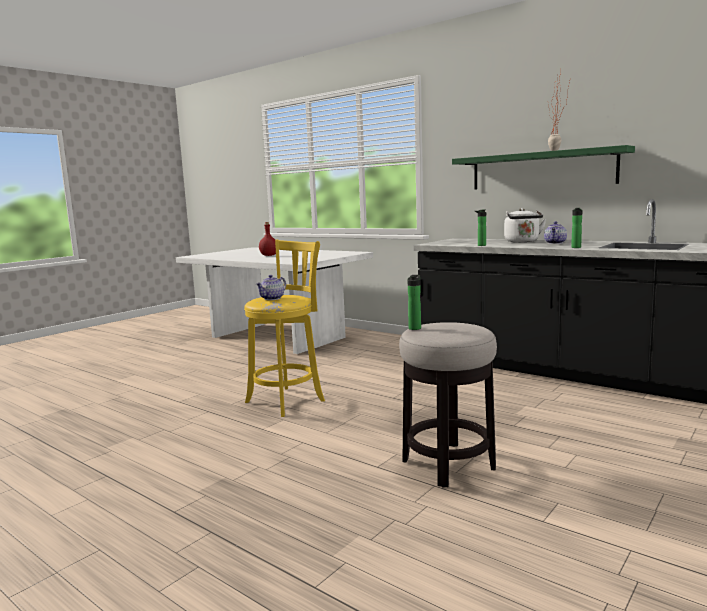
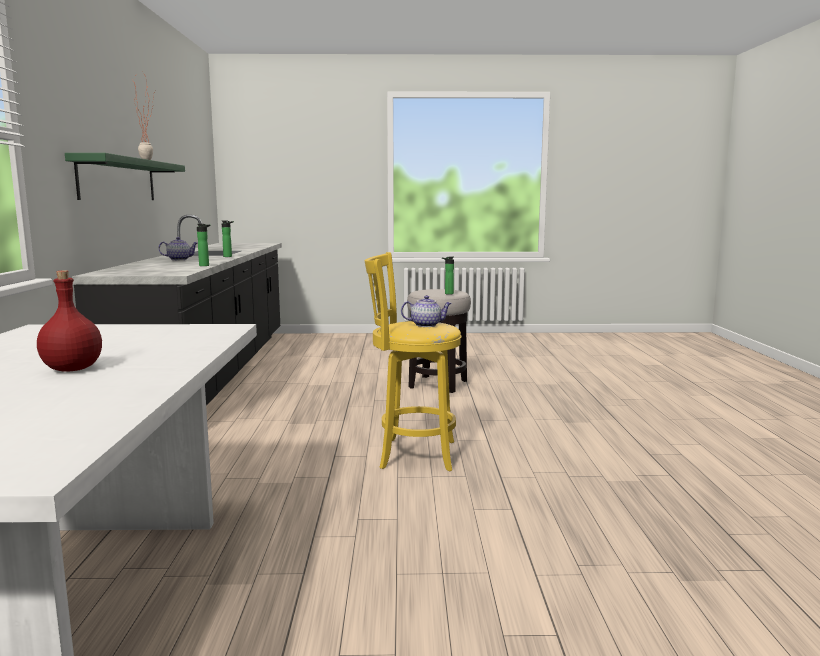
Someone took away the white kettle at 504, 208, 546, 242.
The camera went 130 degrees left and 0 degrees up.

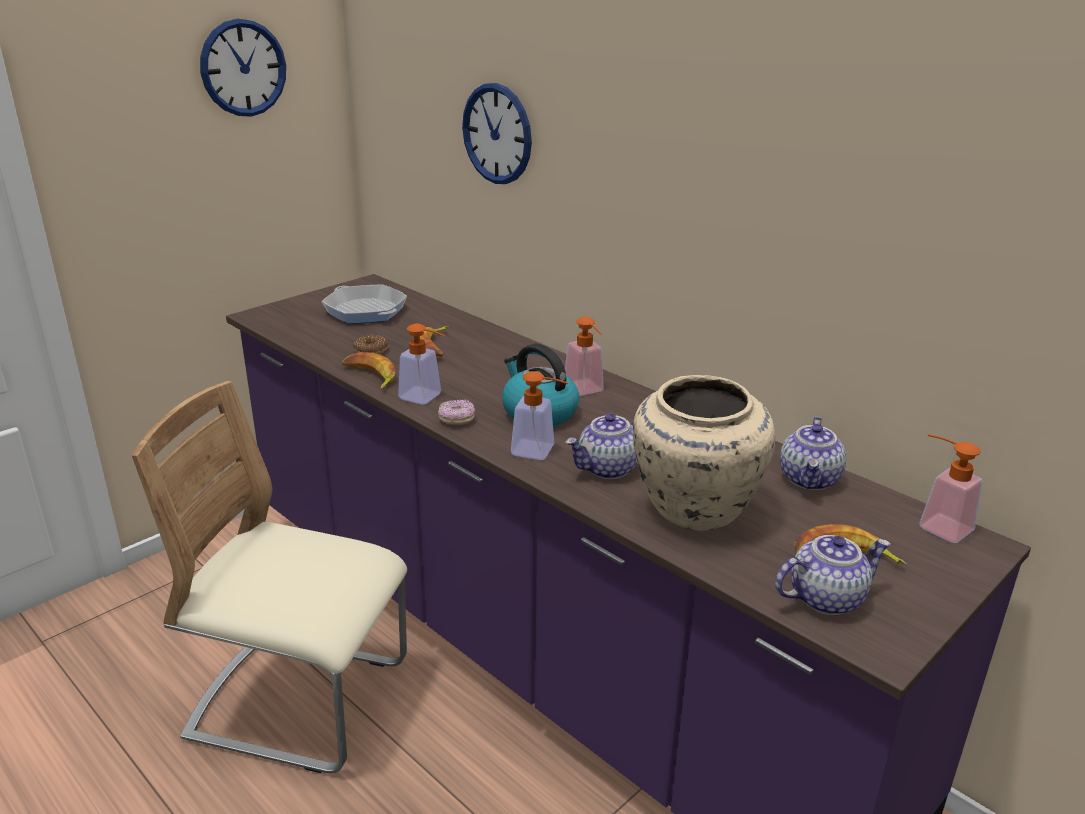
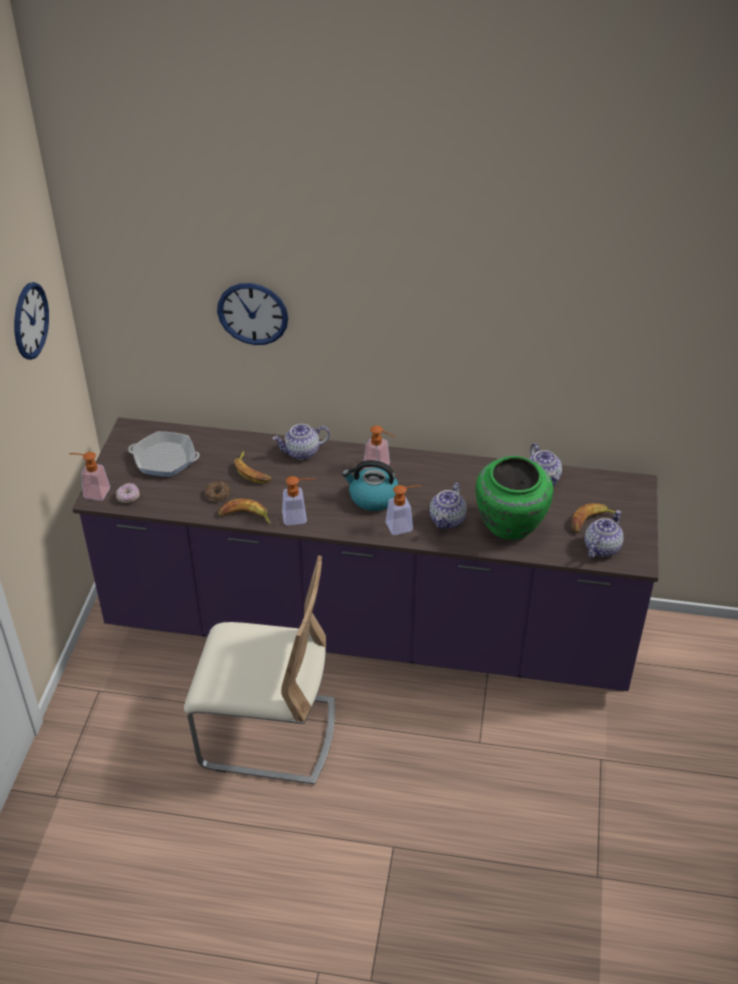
Someone carried the soap dispenser from 919, 434, 982, 543 to 69, 452, 110, 501.
Someone carried the donut from 438, 400, 476, 425 to 116, 483, 140, 503.
Someone rotated the beige chair at 132, 381, 407, 773 by 150 degrees counterclockwise.
Someone put down the teapot at 272, 424, 330, 460.
Someone repainted the beige vase at 633, 375, 775, 531, which became the green vase at 475, 456, 553, 540.
The camera went 35 degrees left and 15 degrees up.

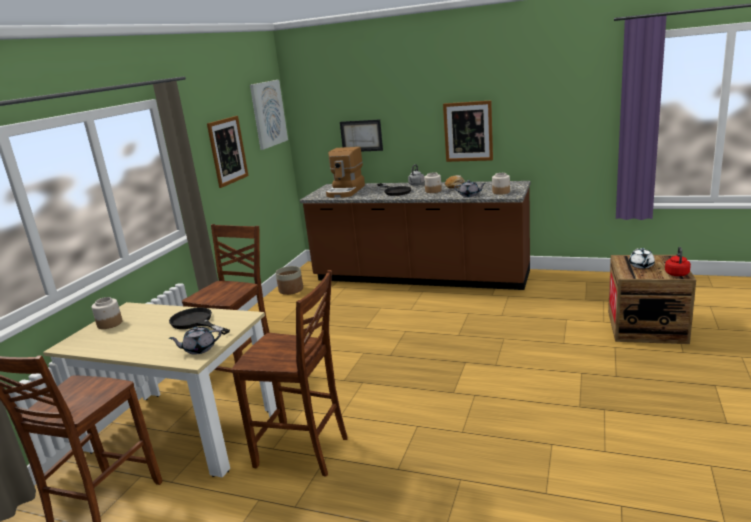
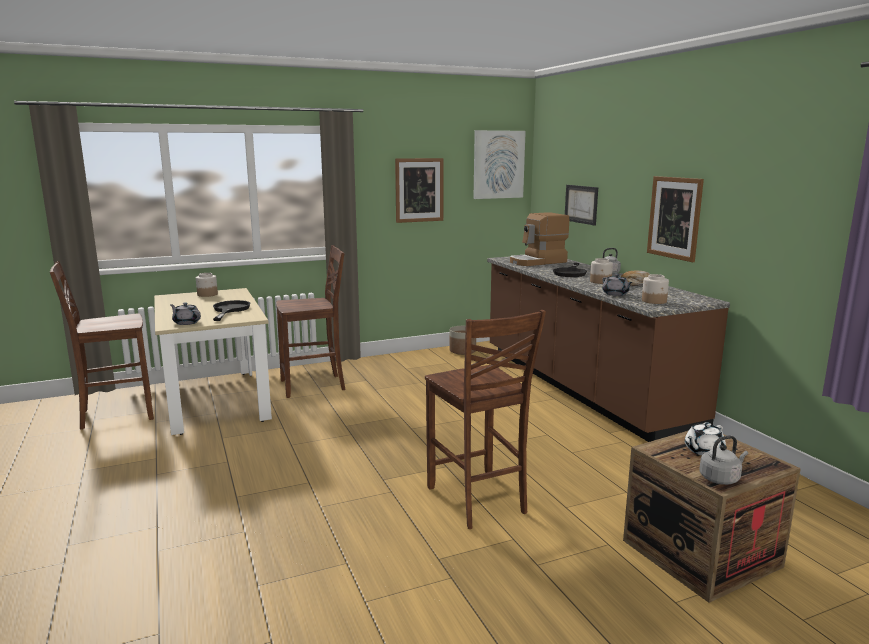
Someone carried the brown chair from 232, 270, 348, 477 to 425, 310, 546, 529.
Someone repainted the red kettle at 665, 247, 691, 276, which became the grey kettle at 700, 435, 748, 485.
The camera went 45 degrees right and 5 degrees down.

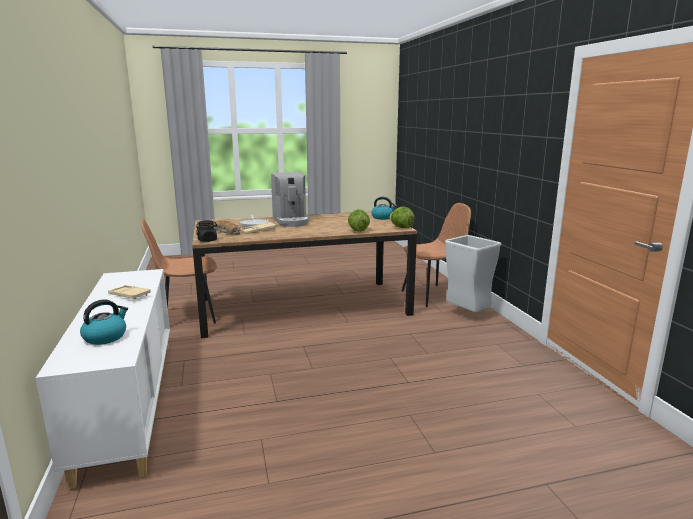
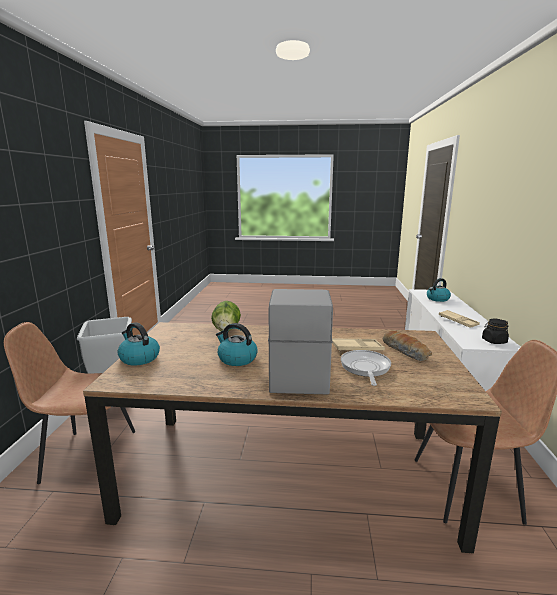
Someone put down the kettle at 216, 323, 258, 366.
Someone carried the black jar from 196, 220, 218, 242 to 482, 319, 509, 344.
Someone took away the lettuce at 389, 207, 414, 228.
The camera went 160 degrees left and 0 degrees up.

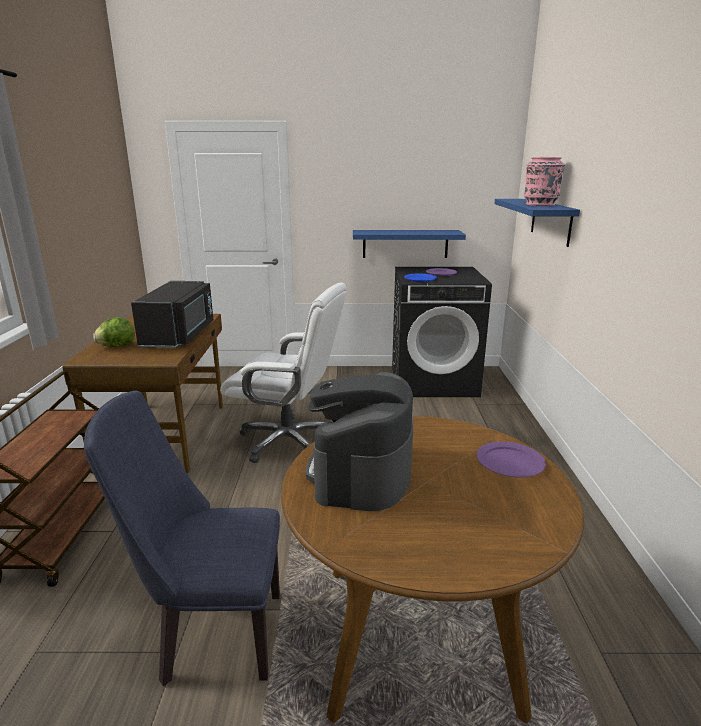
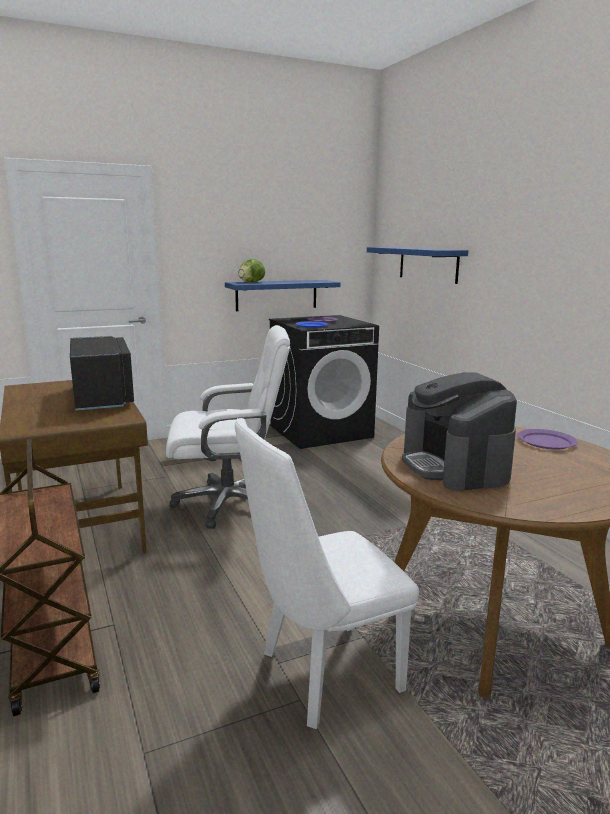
Someone repainted the blue chair at 84, 390, 280, 686, which became the white chair at 235, 418, 419, 729.
Someone carried the lettuce from 93, 317, 135, 347 to 238, 259, 265, 283.
Someone took away the pink vase at 524, 157, 565, 206.
The camera went 25 degrees left and 5 degrees down.

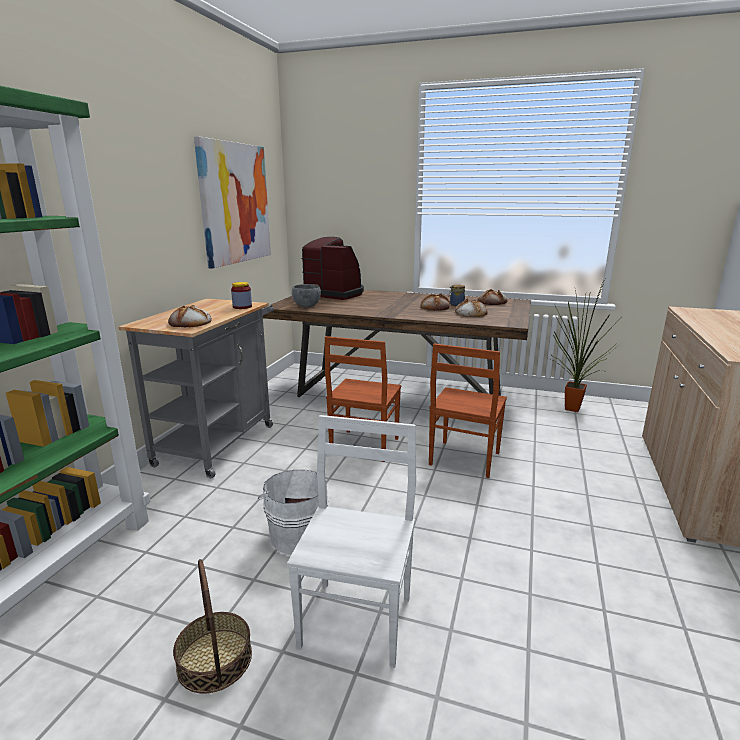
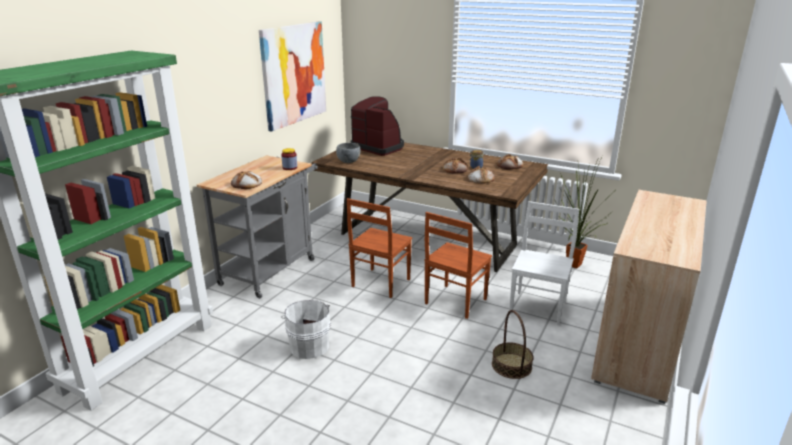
Someone carried the basket from 173, 559, 252, 694 to 492, 310, 534, 379.
Someone carried the white chair from 287, 415, 416, 668 to 509, 201, 579, 325.
The camera went 10 degrees right and 5 degrees up.

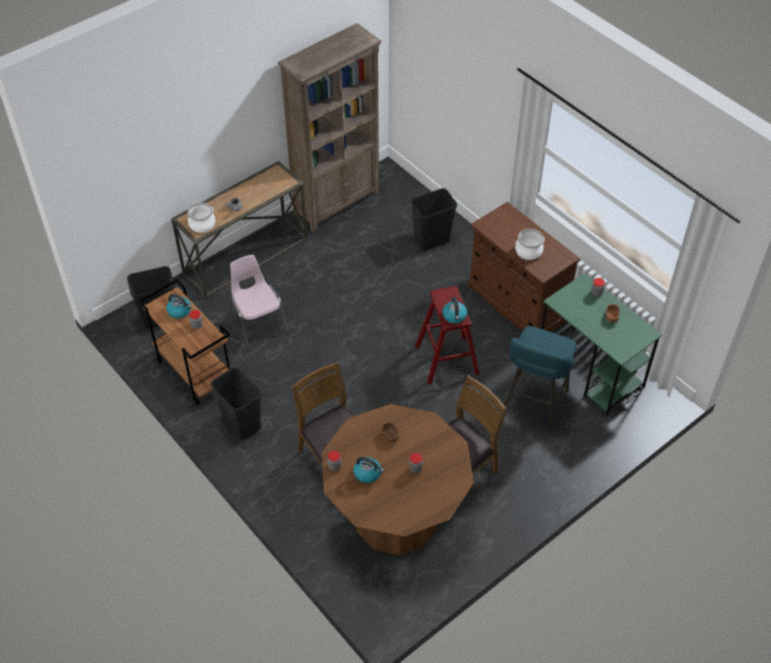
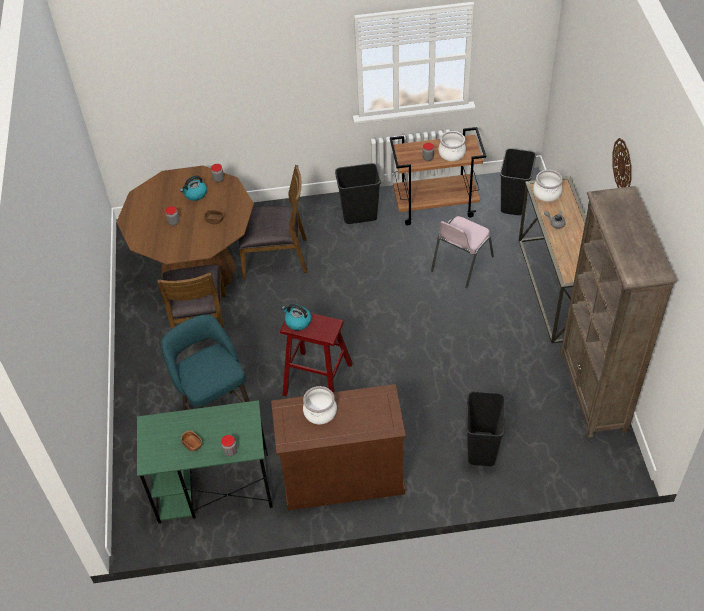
Someone rotated the pink chair at 230, 255, 289, 350 by 120 degrees clockwise.
Someone swapped the kettle at 166, 294, 192, 319 for the cooking pot at 439, 131, 466, 161.
Someone put up the wall clock at 612, 138, 632, 188.
The camera went 125 degrees right and 0 degrees up.

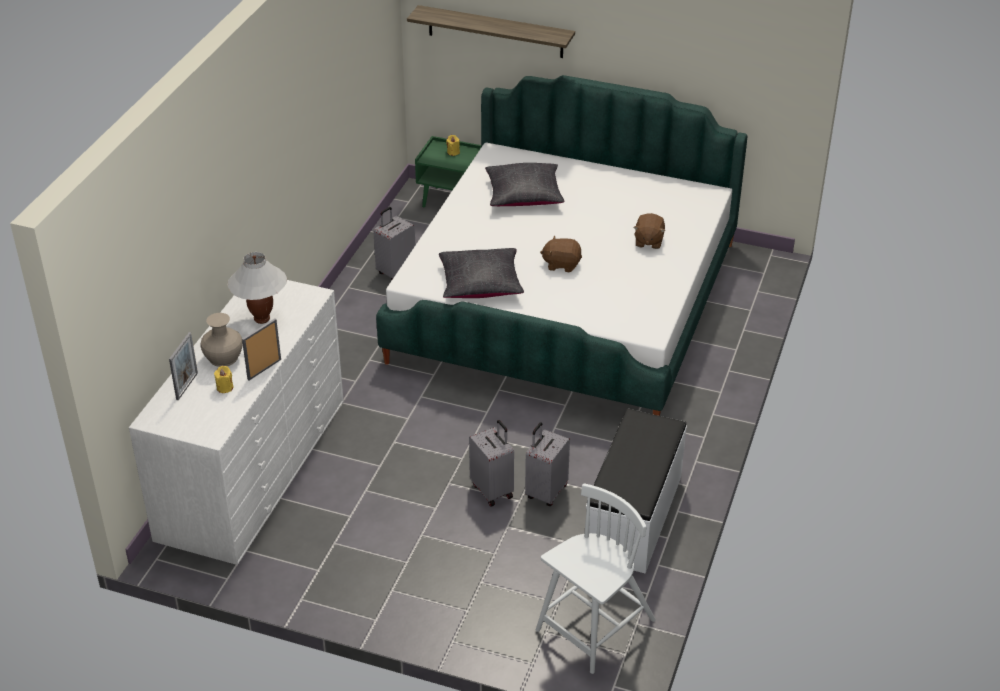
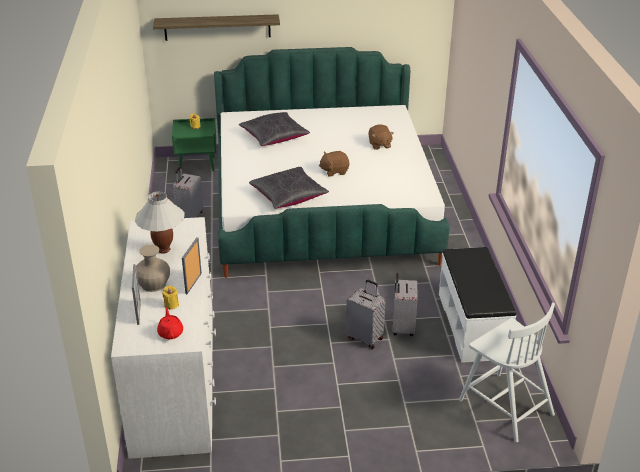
Someone put down the red teapot at 157, 308, 183, 339.
Someone rotated the white chair at 536, 483, 656, 674 by 120 degrees clockwise.
The camera went 25 degrees left and 5 degrees down.

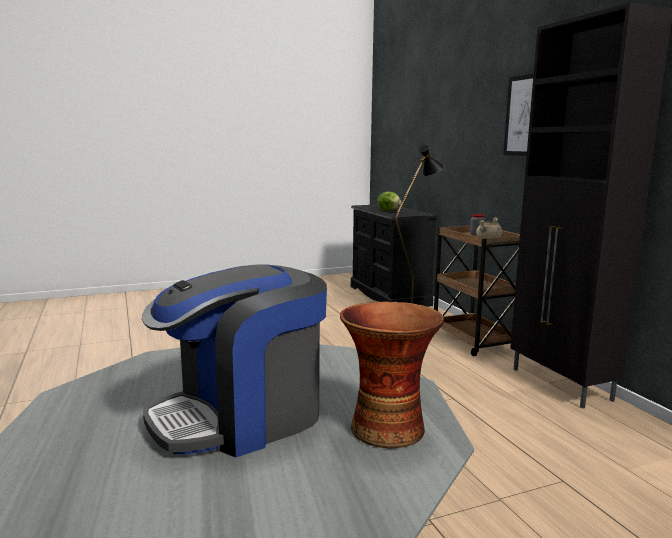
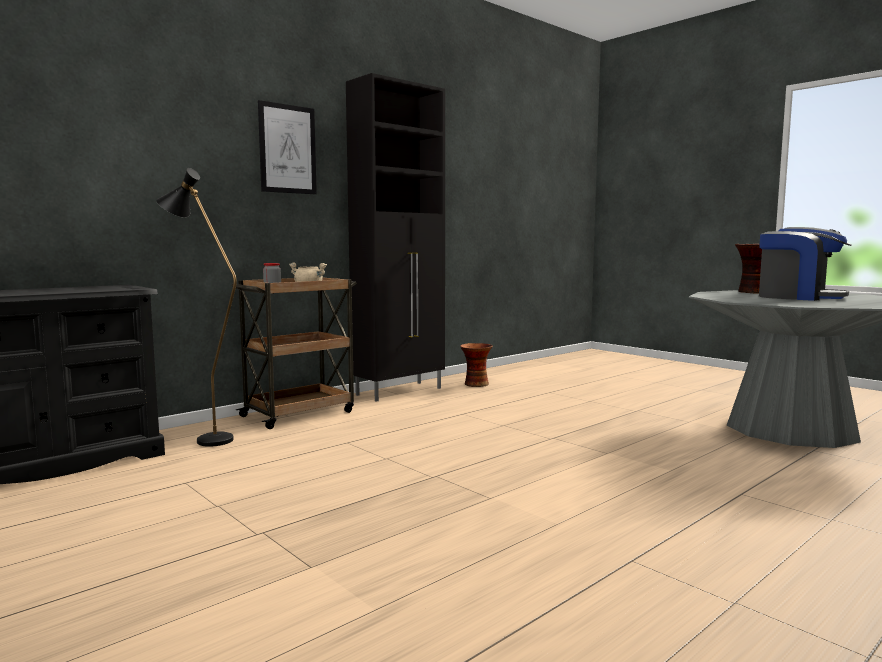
Someone put down the vase at 460, 343, 493, 387.
Someone took away the lettuce at 377, 191, 402, 211.
The camera went 110 degrees left and 5 degrees down.

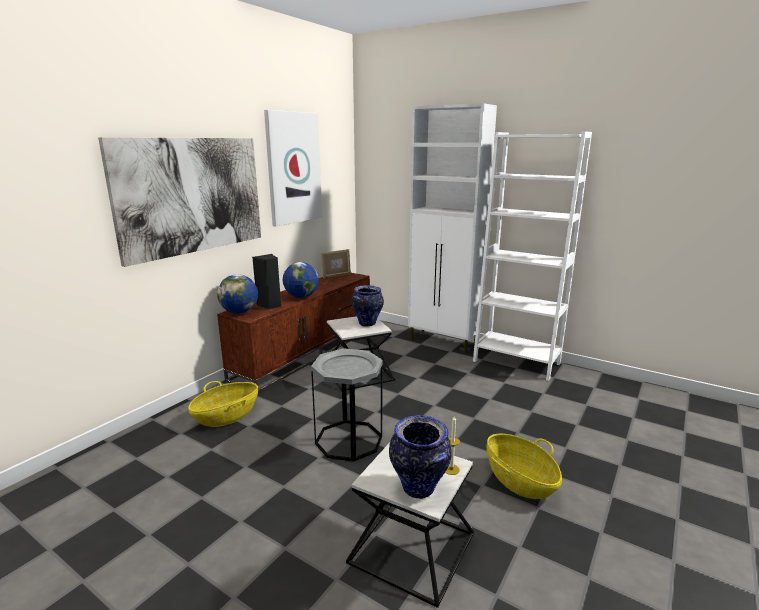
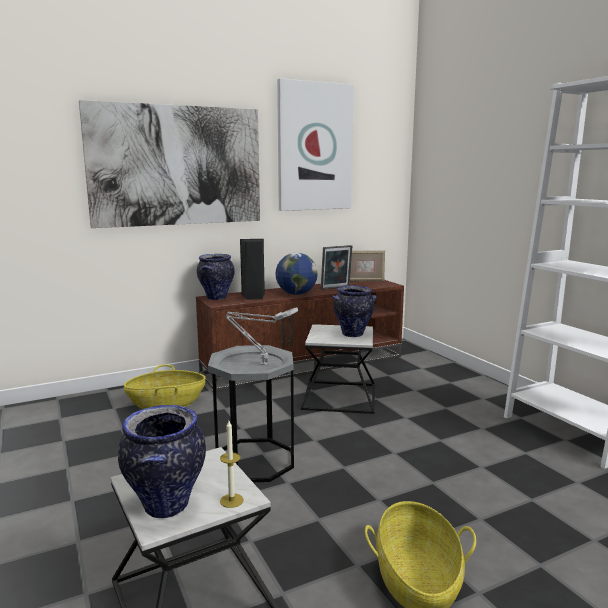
Someone swapped the globe at 217, 274, 258, 314 for the vase at 197, 254, 234, 300.
Someone put down the grey table lamp at 226, 307, 298, 366.
Someone put down the picture frame at 321, 245, 352, 290.
Someone took away the white cabinet at 408, 103, 497, 353.
The camera went 30 degrees right and 5 degrees down.

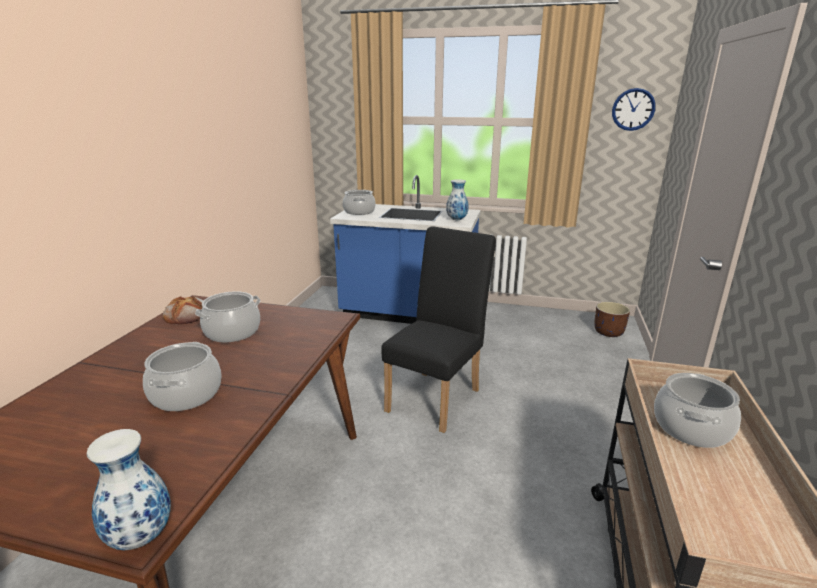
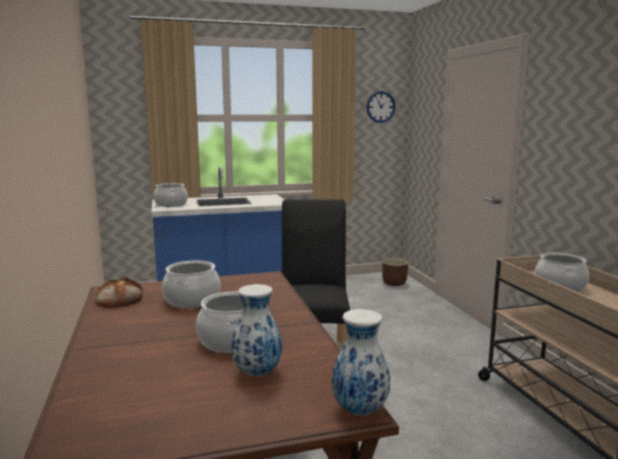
Someone carried the vase from 446, 179, 469, 220 to 231, 284, 282, 377.
The camera went 30 degrees left and 10 degrees down.

